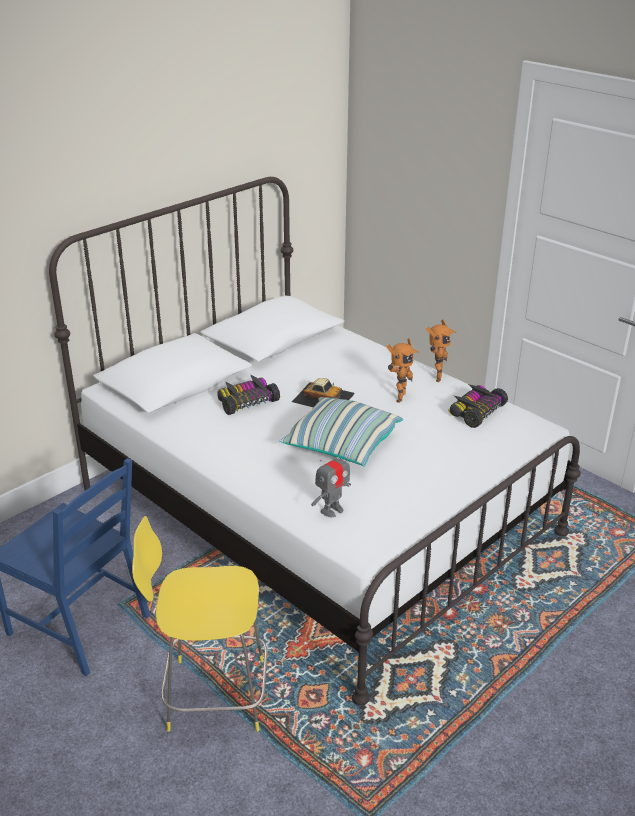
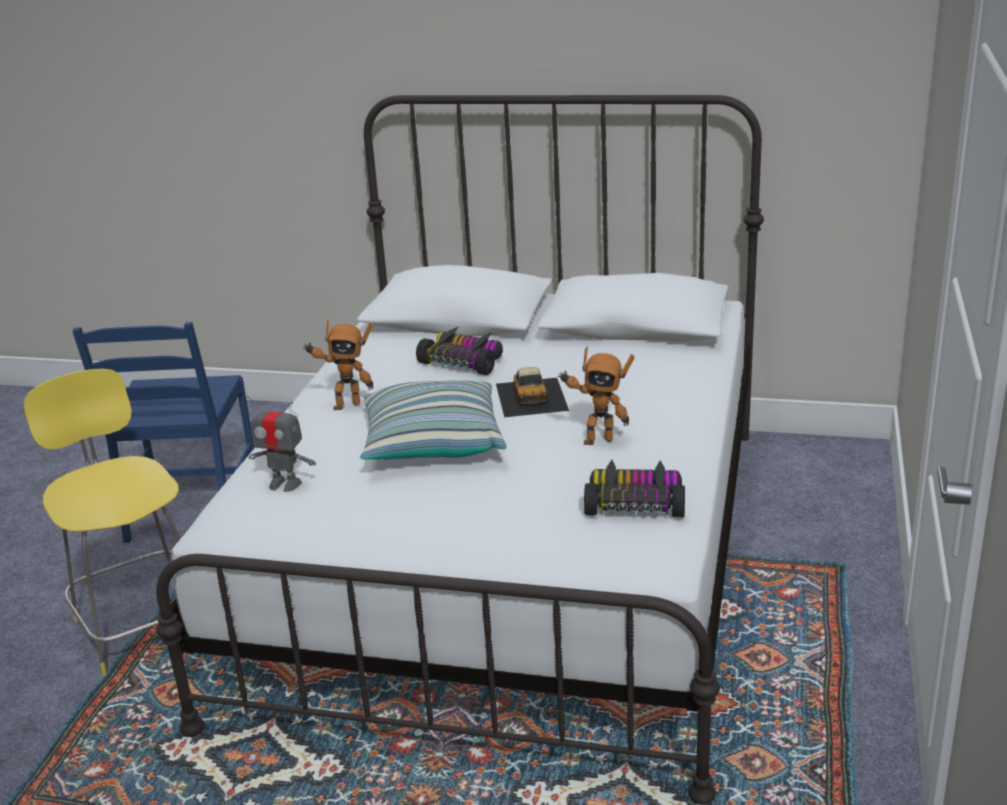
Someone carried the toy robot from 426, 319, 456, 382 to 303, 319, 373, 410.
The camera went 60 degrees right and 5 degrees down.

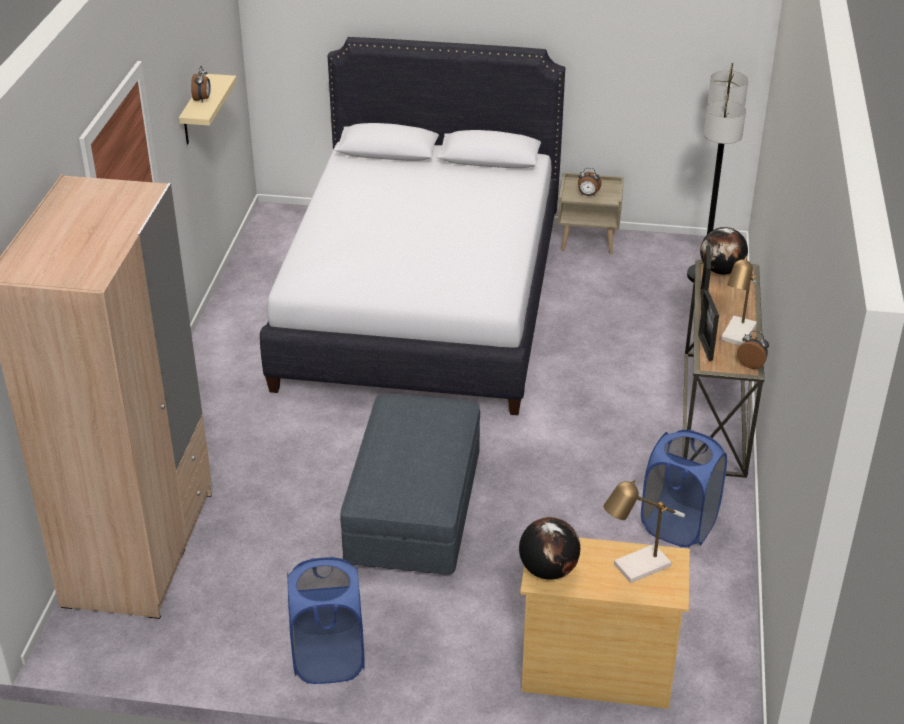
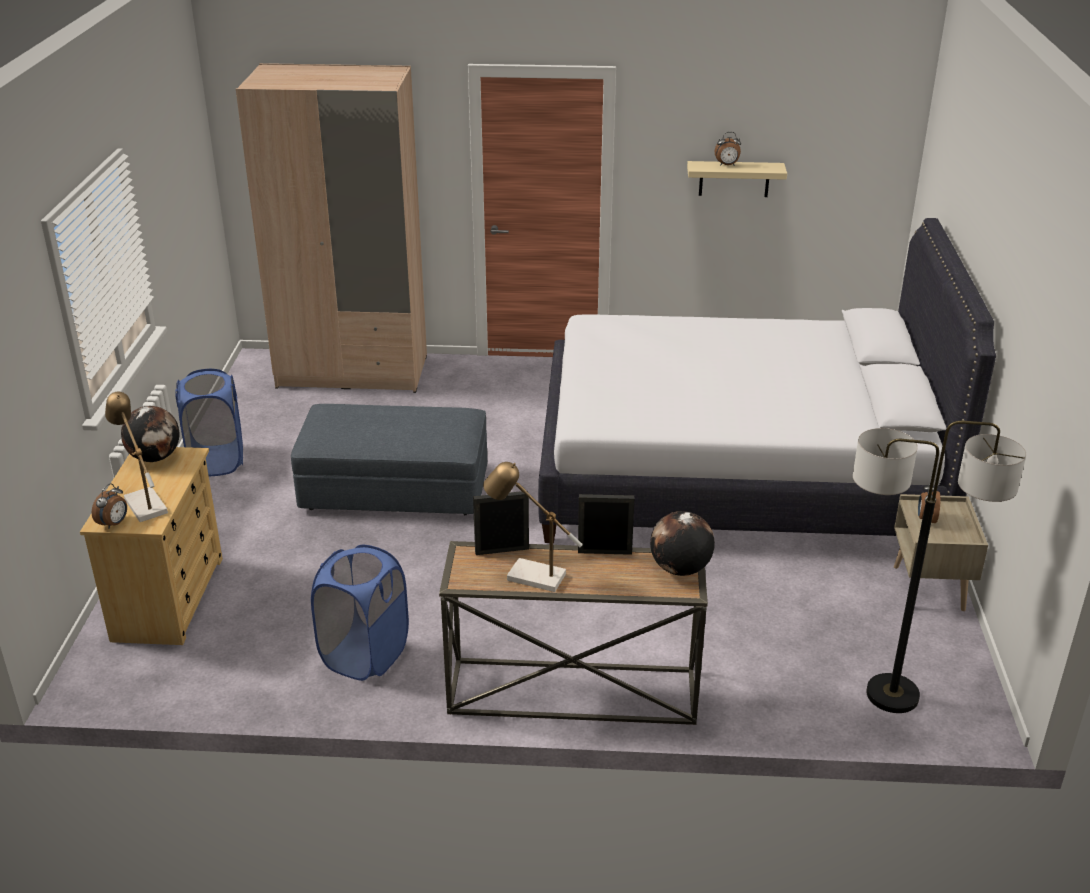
Someone carried the alarm clock from 737, 330, 769, 369 to 92, 483, 127, 529.
The camera went 85 degrees right and 5 degrees down.

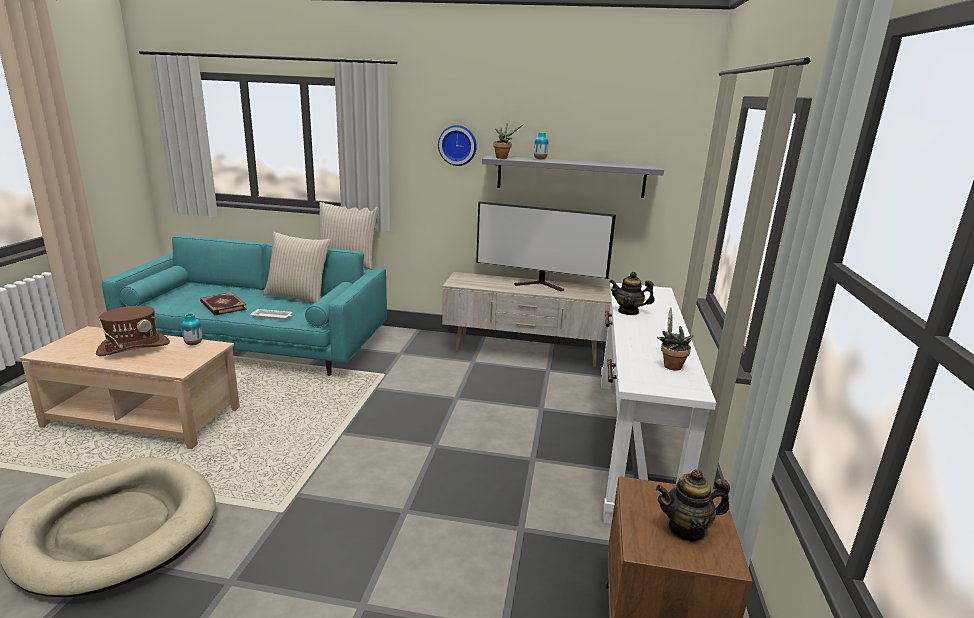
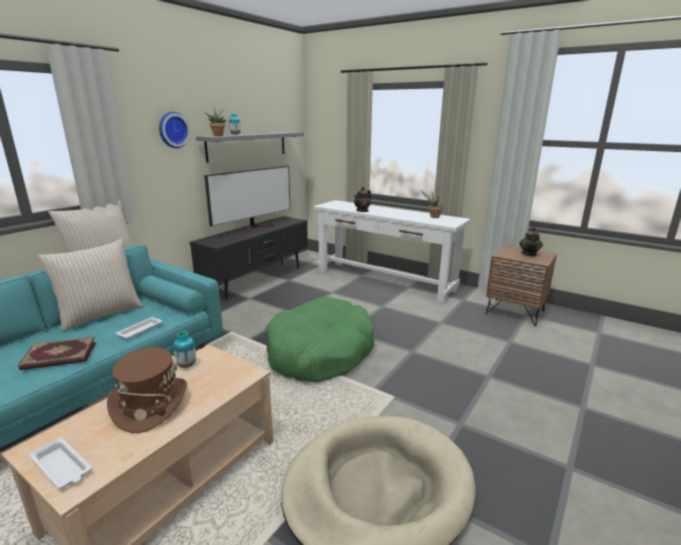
Someone put down the white tray at 29, 437, 92, 489.
Someone repainted the beige tv stand at 442, 272, 611, 367, which became the black tv stand at 190, 216, 308, 300.
Someone put down the green dog bed at 265, 297, 374, 382.
The camera went 65 degrees left and 0 degrees up.

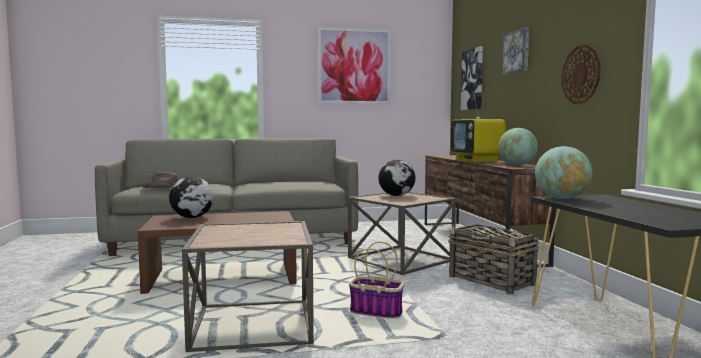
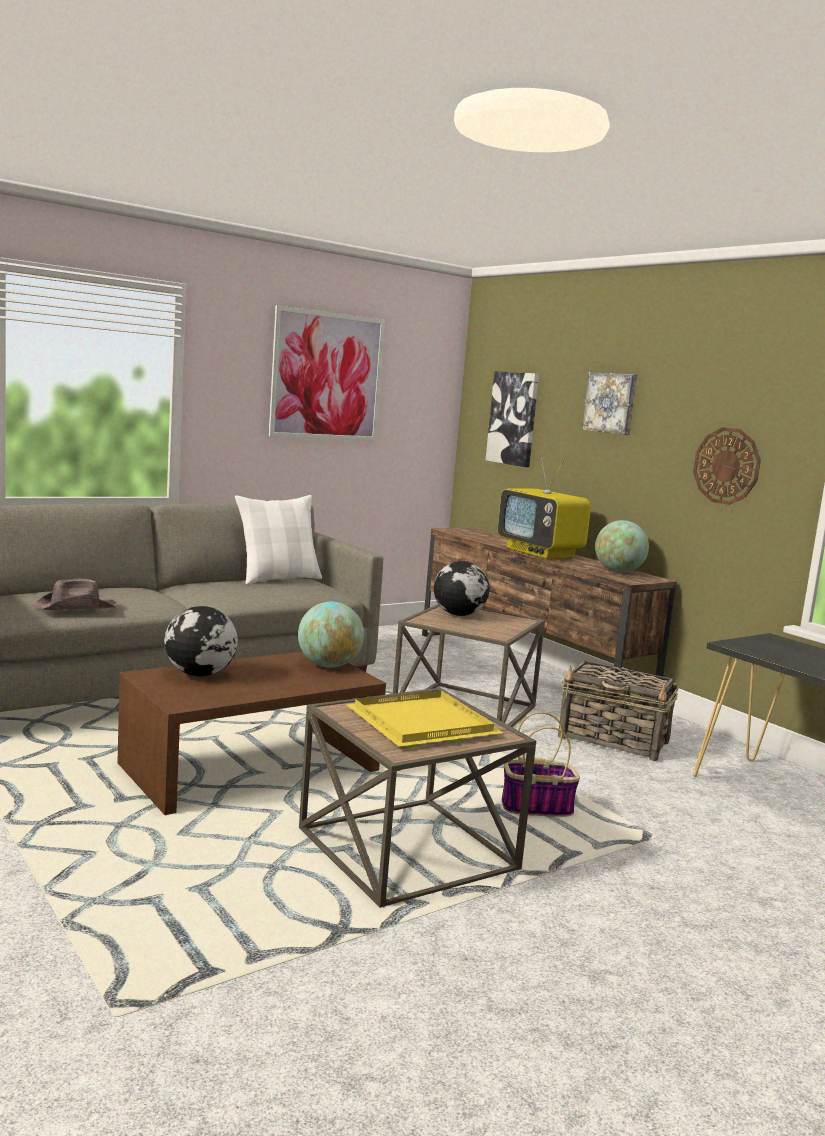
Someone put down the white pillow at 235, 495, 322, 585.
Someone carried the globe from 535, 146, 592, 199 to 298, 602, 364, 668.
Someone put down the yellow tray at 346, 690, 503, 748.
The camera went 25 degrees left and 5 degrees up.

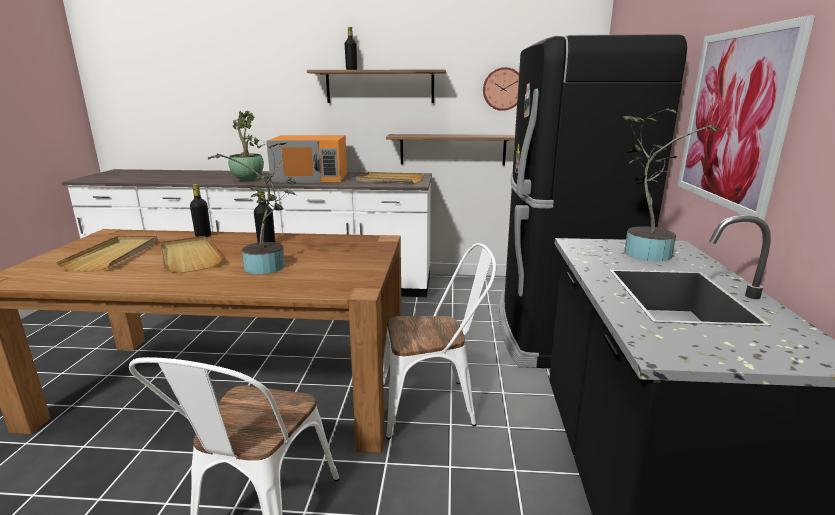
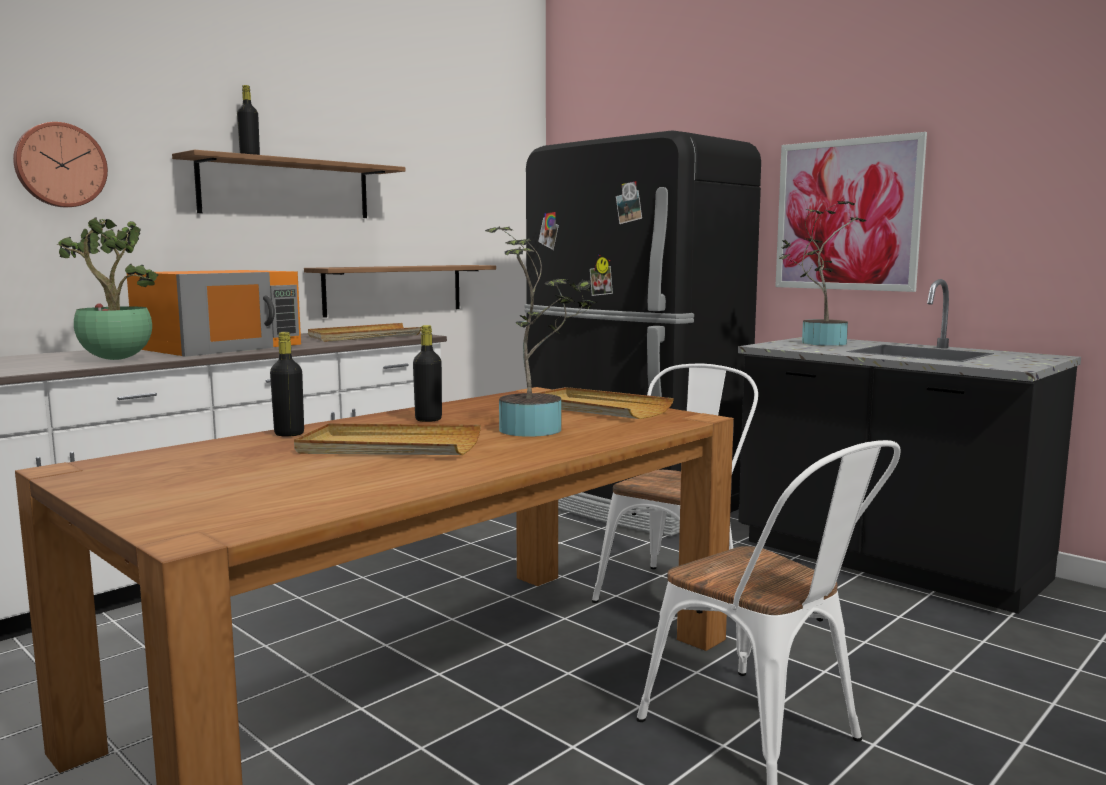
Someone carried the wall clock from 483, 67, 519, 111 to 13, 122, 108, 207.
Someone carried the beige tray from 56, 236, 158, 272 to 537, 387, 674, 419.
The camera went 50 degrees left and 10 degrees down.

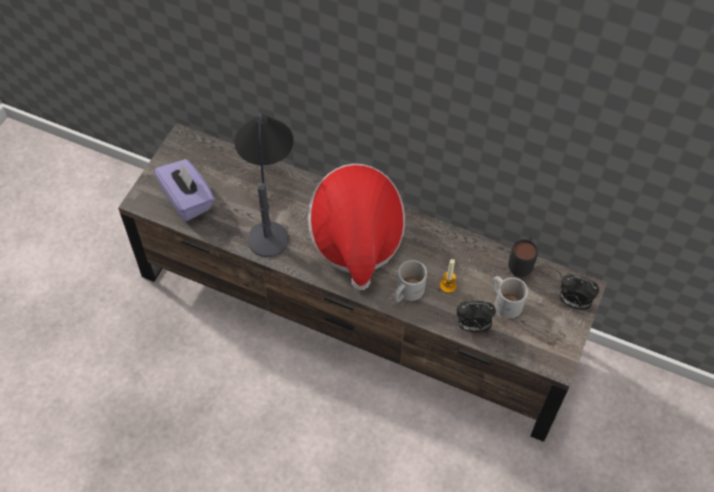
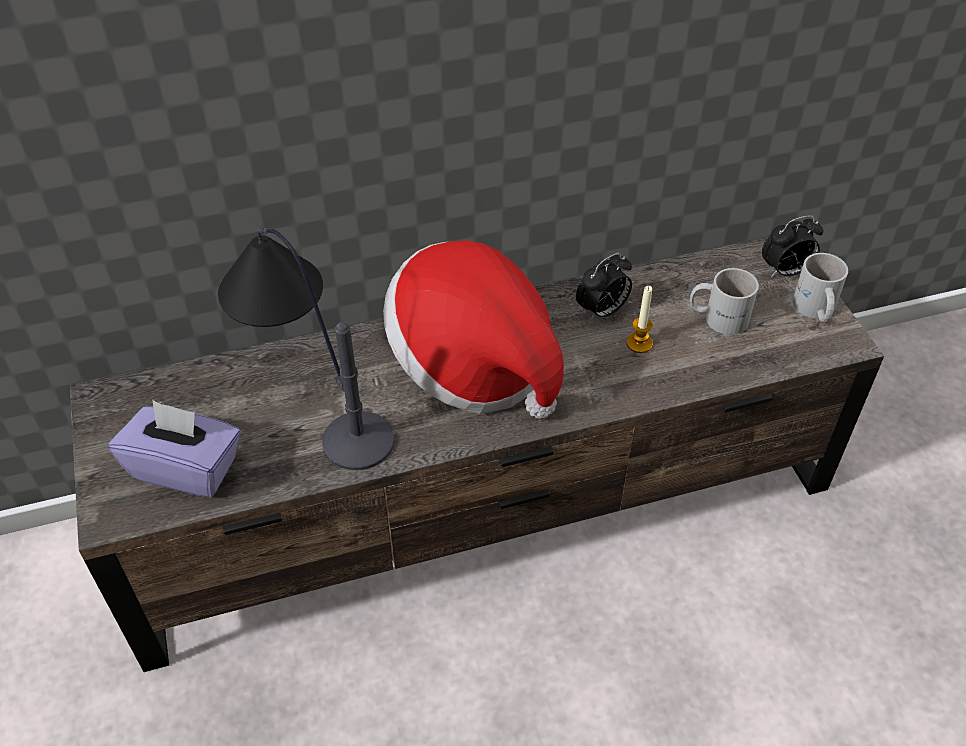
Someone carried the alarm clock from 457, 301, 496, 332 to 576, 253, 632, 321.
Someone carried the white mug from 394, 260, 427, 302 to 793, 253, 848, 323.
Someone took away the black mug at 508, 237, 538, 277.
The camera went 40 degrees left and 10 degrees down.

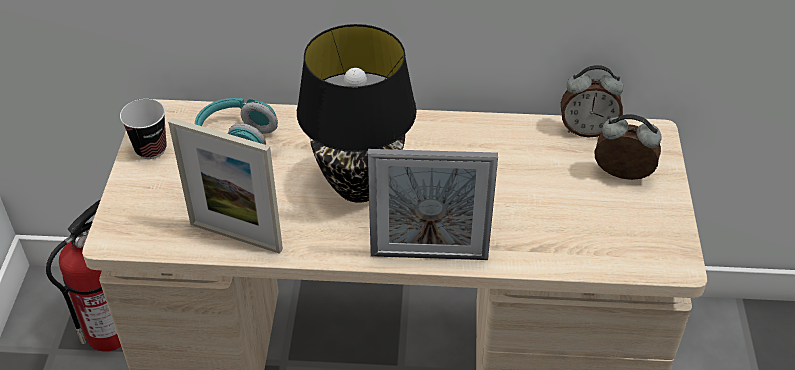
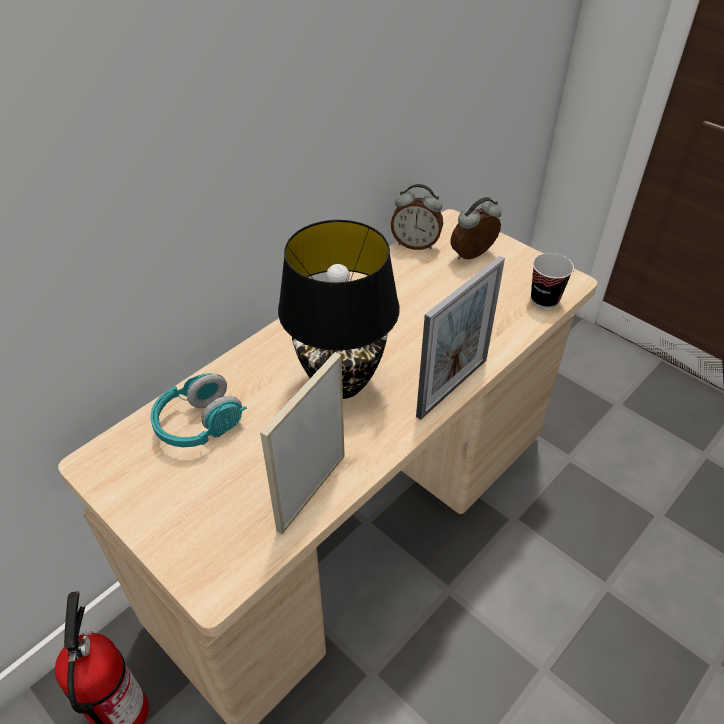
Someone rotated the picture frame at 168, 118, 283, 254 by 150 degrees clockwise.
Someone rotated the alarm clock at 561, 65, 623, 138 by 60 degrees clockwise.
Someone carried the cup from 120, 99, 167, 159 to 531, 253, 574, 309.
The camera went 50 degrees left and 0 degrees up.

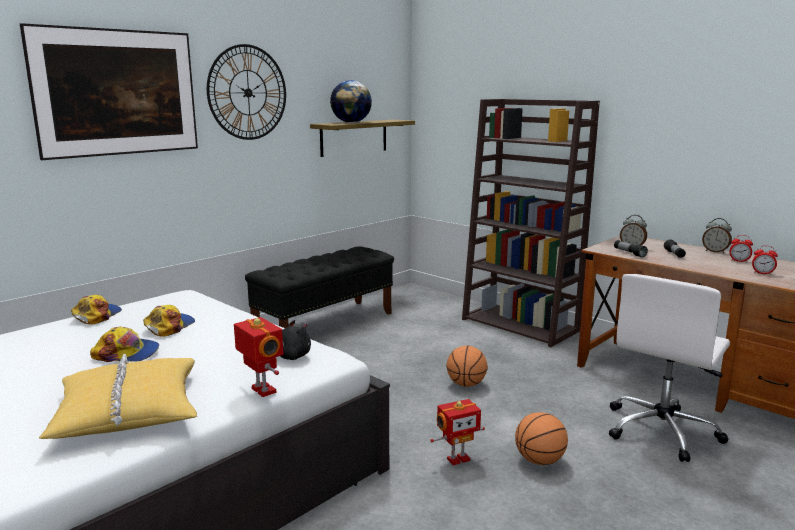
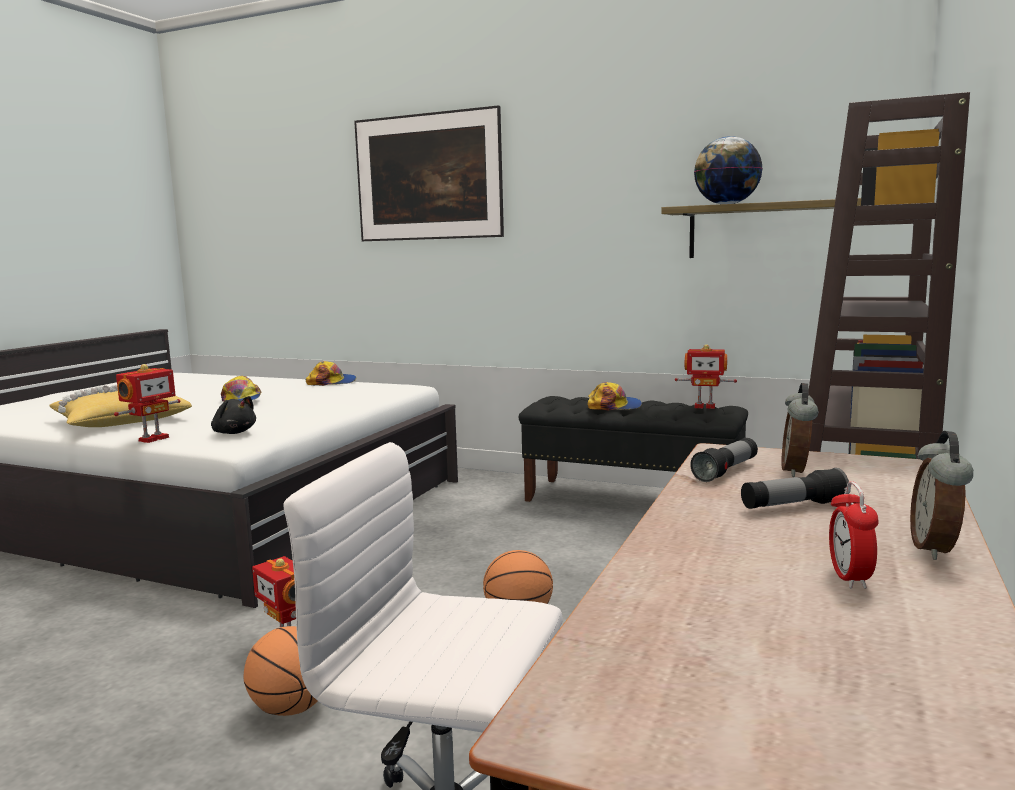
Someone carried the cap from 143, 305, 195, 337 to 587, 382, 642, 411.
Someone put down the toy robot at 675, 344, 737, 409.
Someone took away the wall clock at 207, 44, 286, 140.
Someone took away the alarm clock at 752, 245, 778, 275.
The camera went 70 degrees right and 5 degrees down.

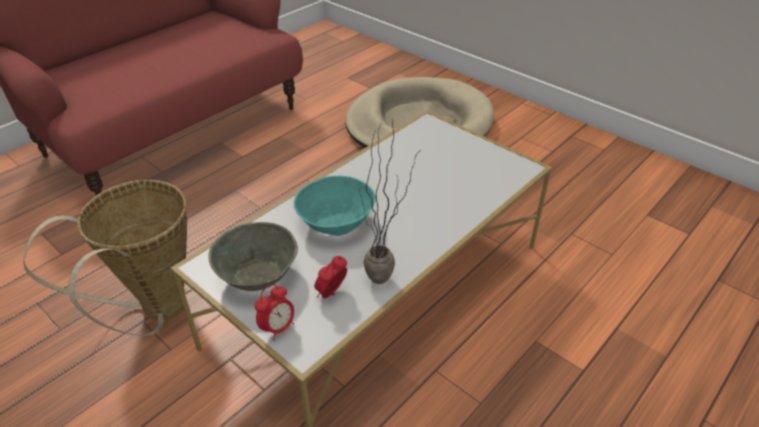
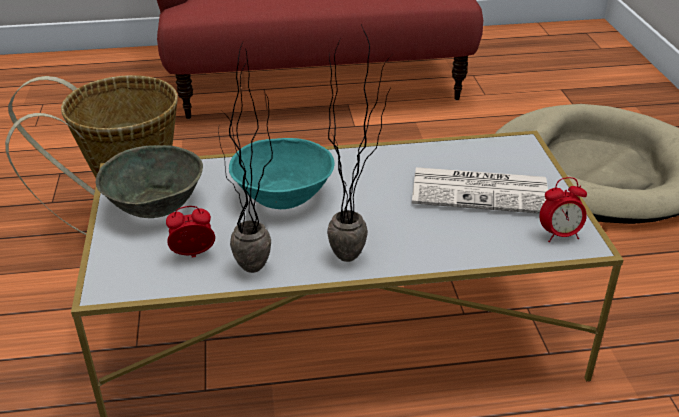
Someone put down the potted plant at 327, 25, 392, 262.
Someone put down the newspaper at 412, 167, 548, 214.
Someone carried the alarm clock from 255, 284, 294, 341 to 539, 177, 587, 242.
The camera went 40 degrees right and 5 degrees down.

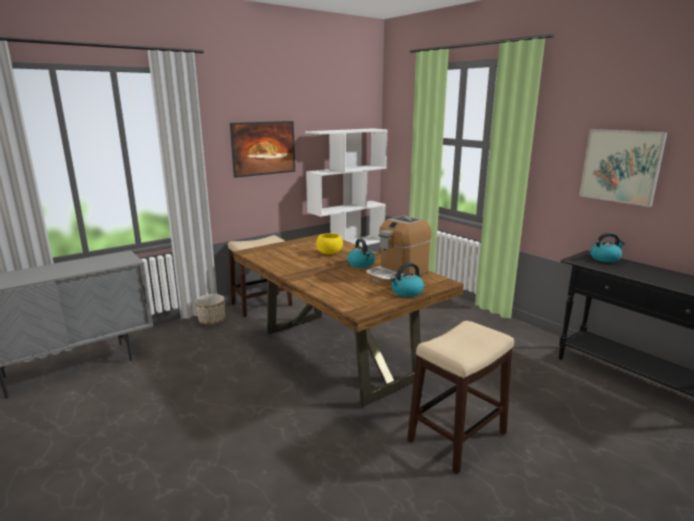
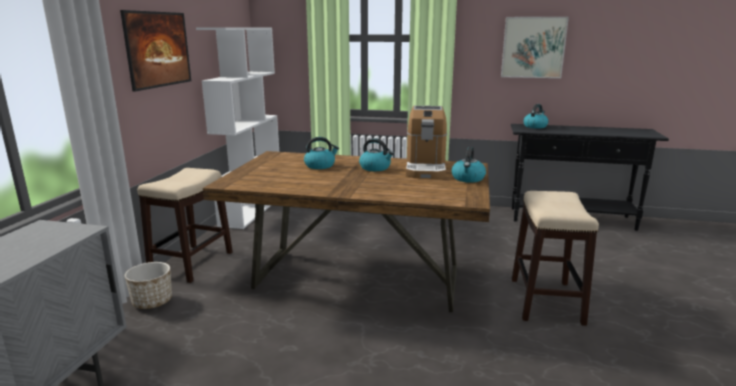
Someone swapped the yellow bowl at 316, 233, 343, 254 for the kettle at 304, 137, 339, 169.
The camera went 40 degrees left and 0 degrees up.

